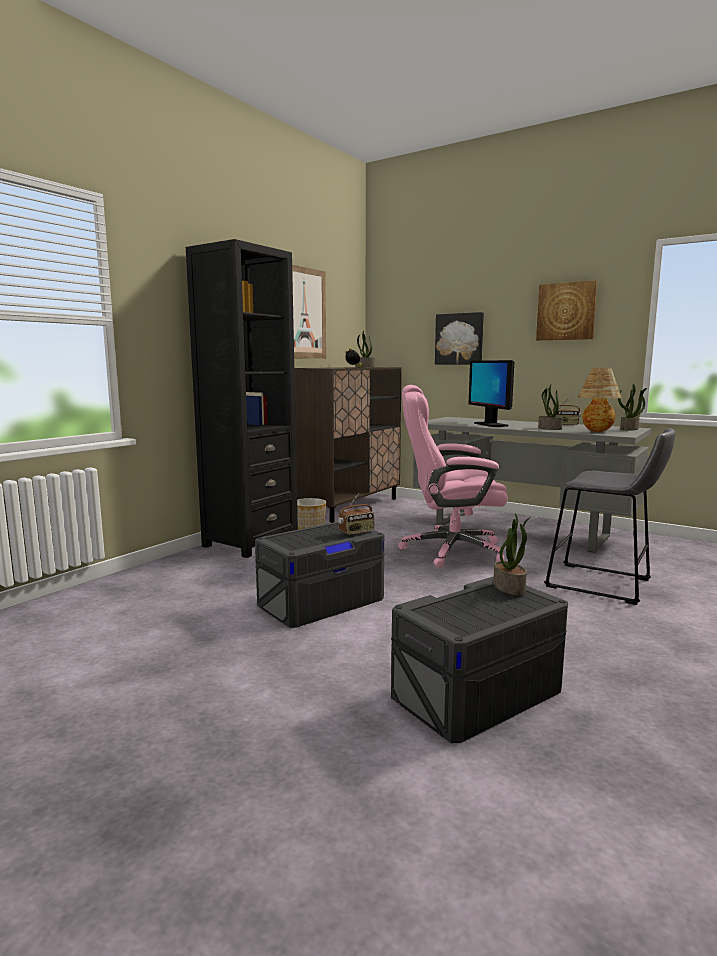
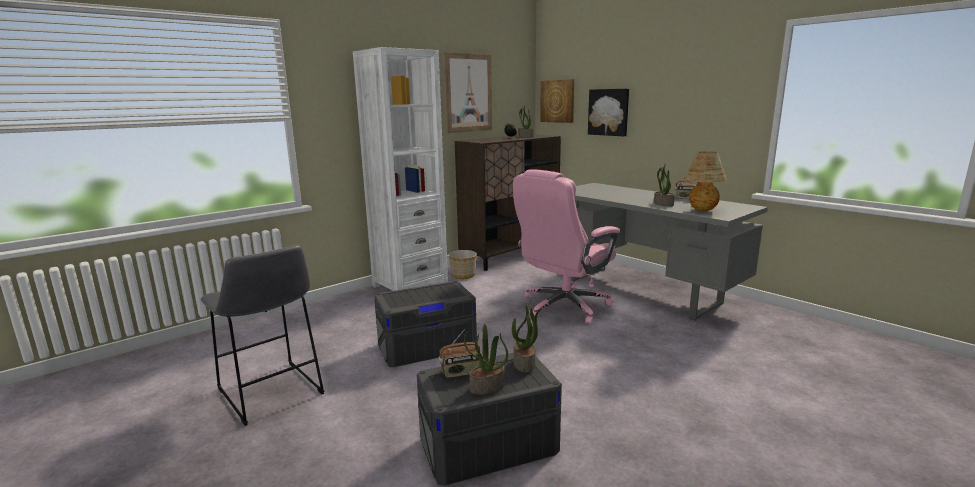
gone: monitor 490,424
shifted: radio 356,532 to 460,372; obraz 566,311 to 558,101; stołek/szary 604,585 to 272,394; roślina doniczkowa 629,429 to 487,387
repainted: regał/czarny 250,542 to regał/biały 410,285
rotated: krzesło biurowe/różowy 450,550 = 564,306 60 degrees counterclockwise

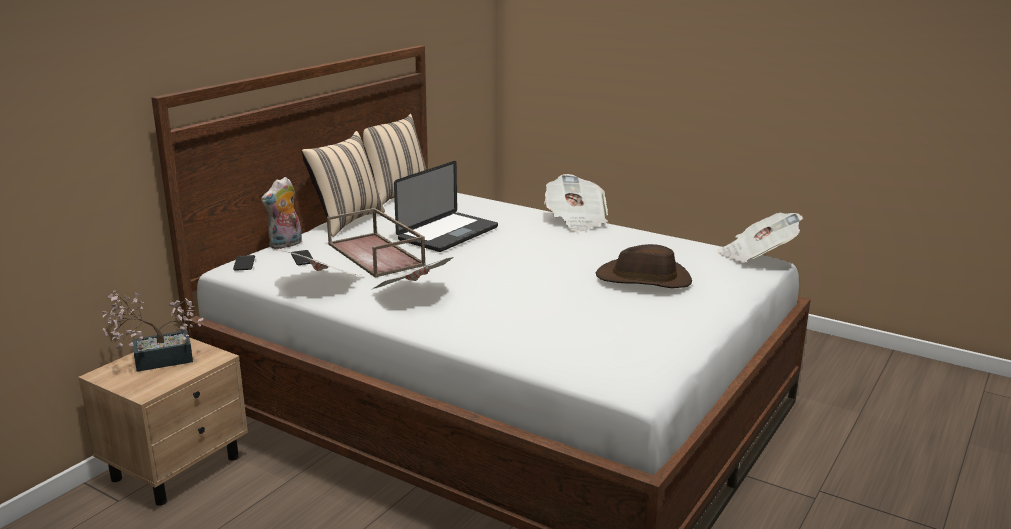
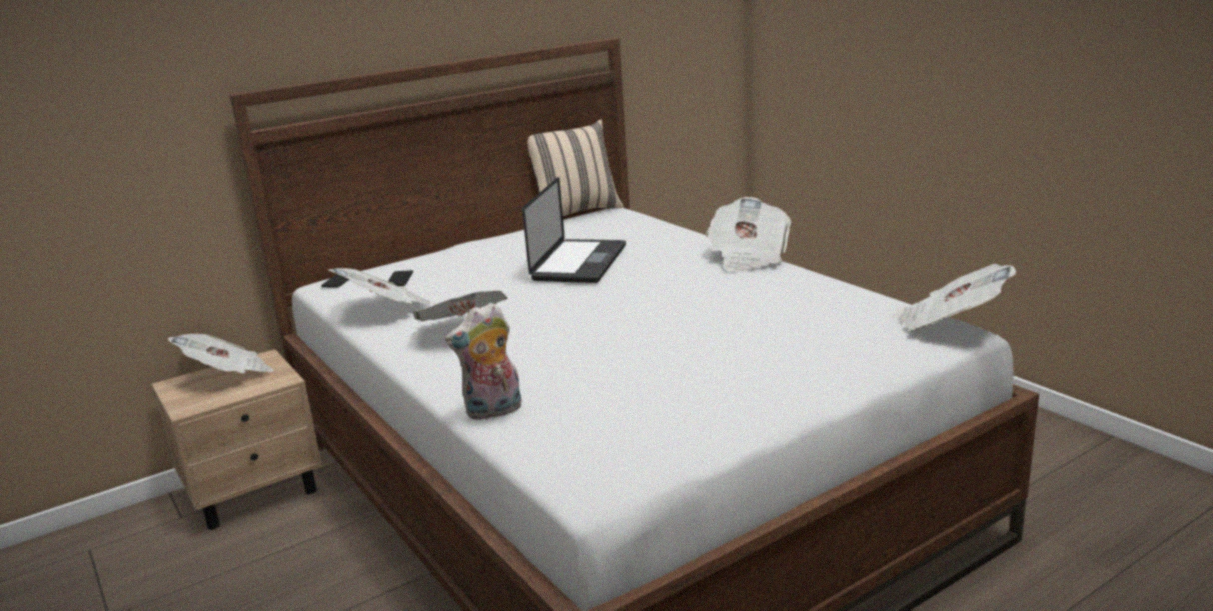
gone: poduszka/beżowy 346,221; taca/brązowy 377,255; kapelusz/brązowy 644,279
shifted: pluszak 286,245 to 493,412
swapped: roślina doniczkowa 155,360 to gazeta 228,375
rotated: laptop 448,234 = 579,263 45 degrees counterclockwise

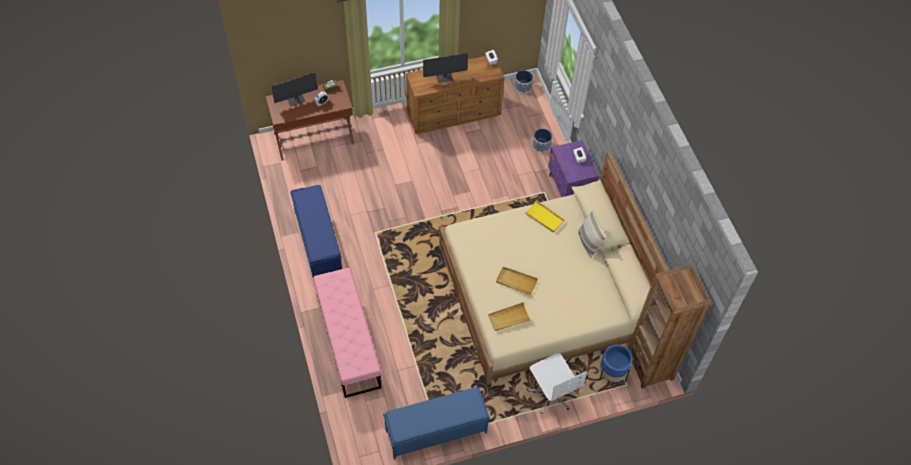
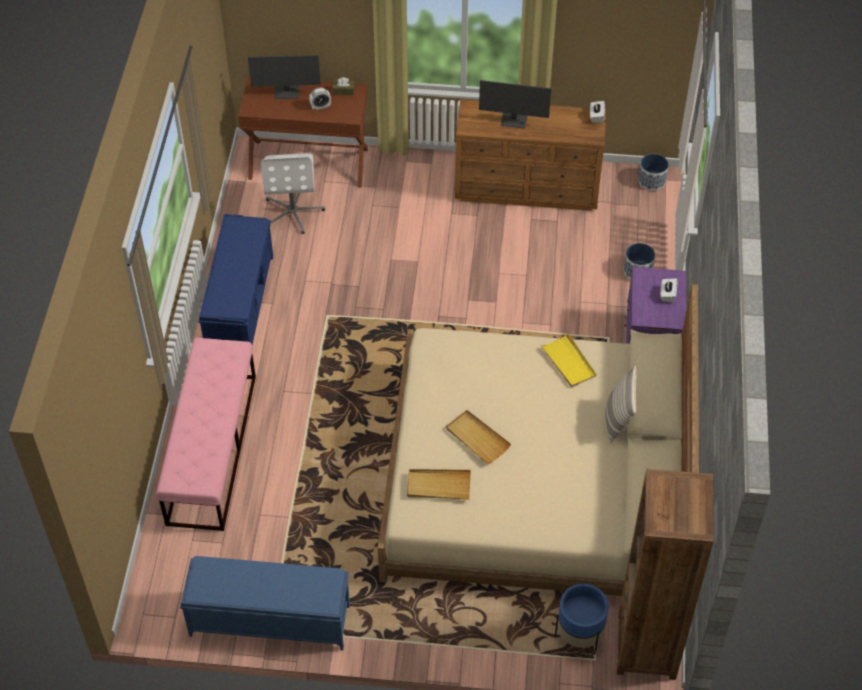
shifted: krzesło biurowe/biały 551,393 to 293,212

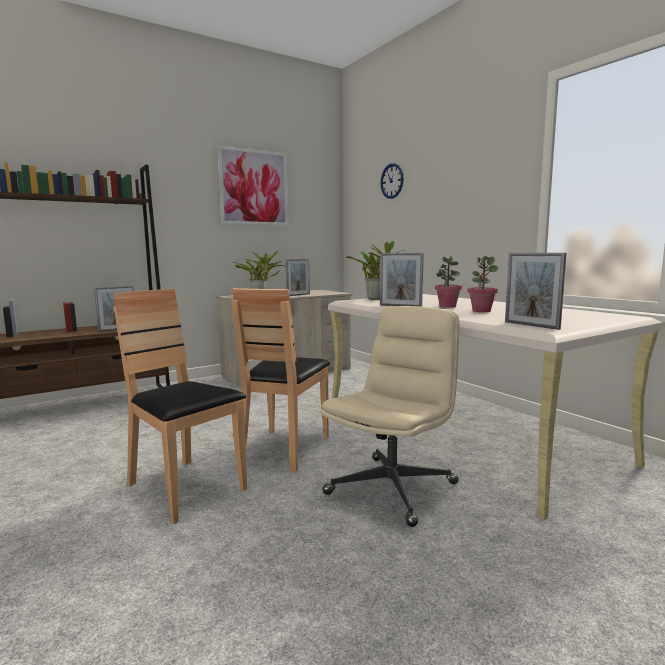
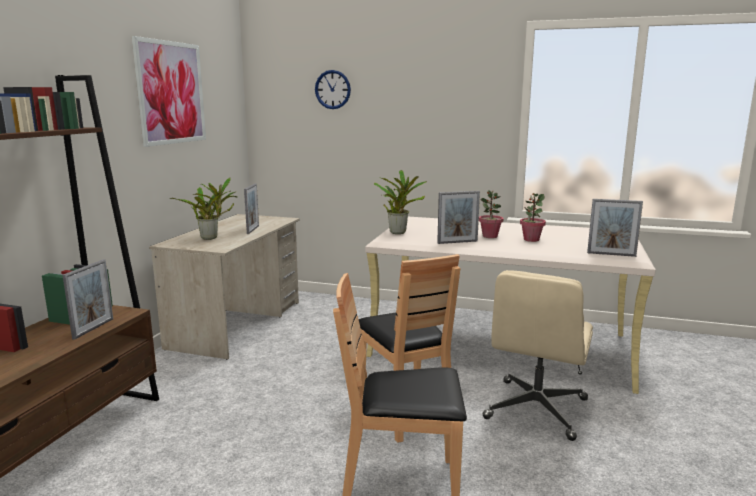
rotated: krzesło biurowe/beżowy 392,488 = 536,410 150 degrees counterclockwise

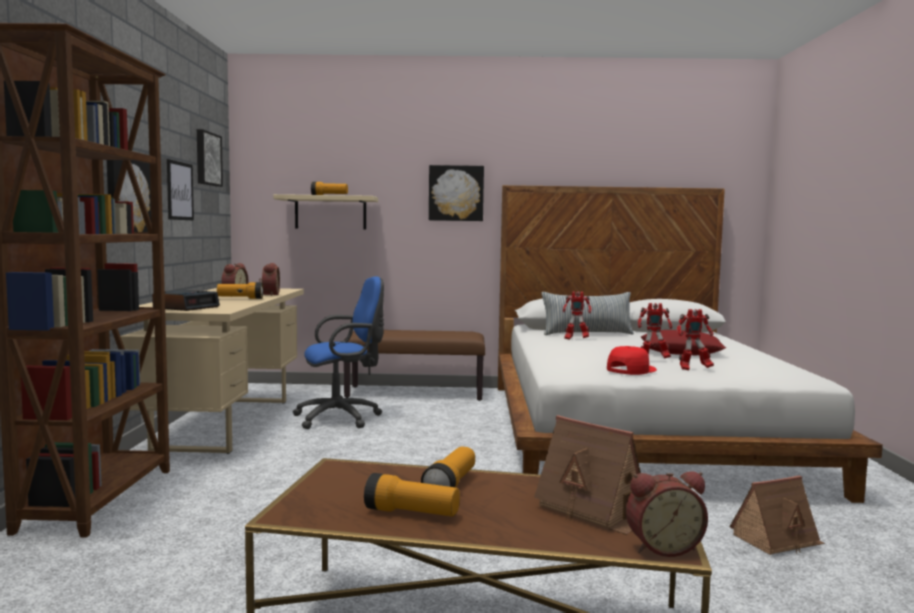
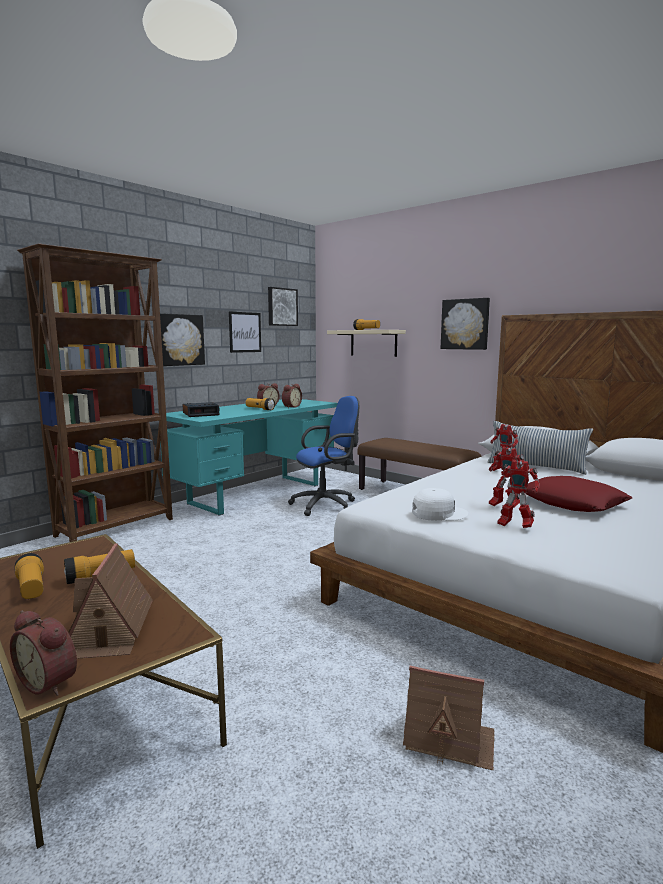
repainted: biurko/beżowy 225,423 to biurko/turkusowy 256,494; czapka z daszkiem/czerwony 630,369 to czapka z daszkiem/biały 438,513
rotated: krzesło biurowe/niebieski 342,418 = 327,505 45 degrees counterclockwise

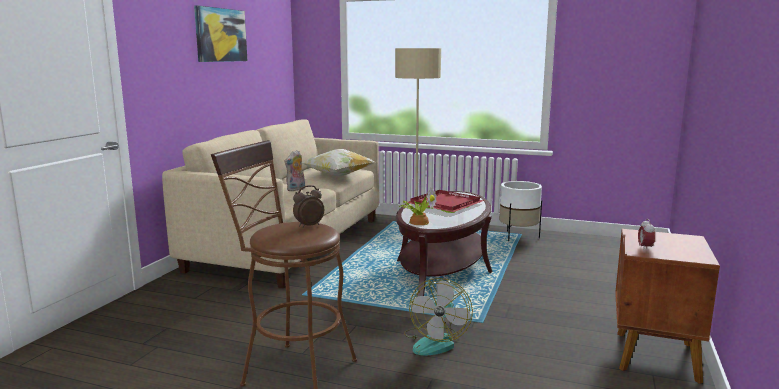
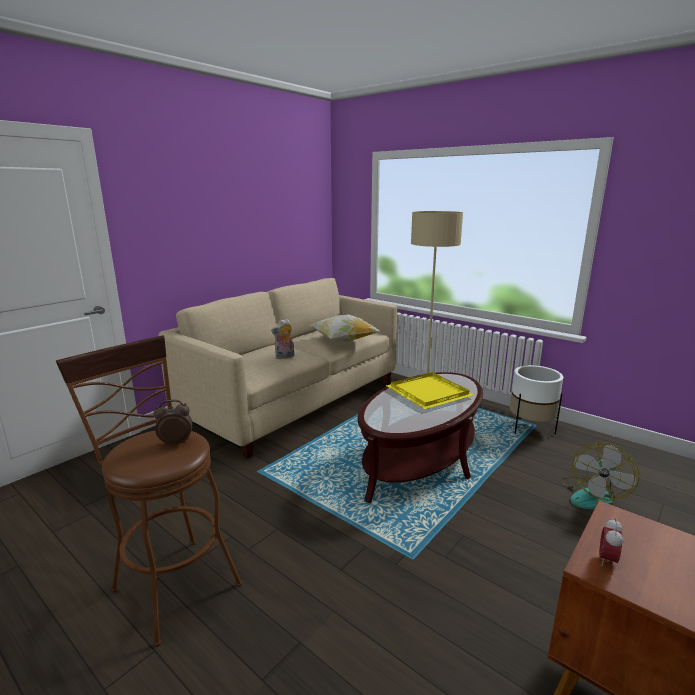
gone: obraz 220,35; roślina doniczkowa 418,222
shifted: wentylator 435,341 to 592,495
repainted: taca/czerwony 444,203 to taca/żółty 429,392

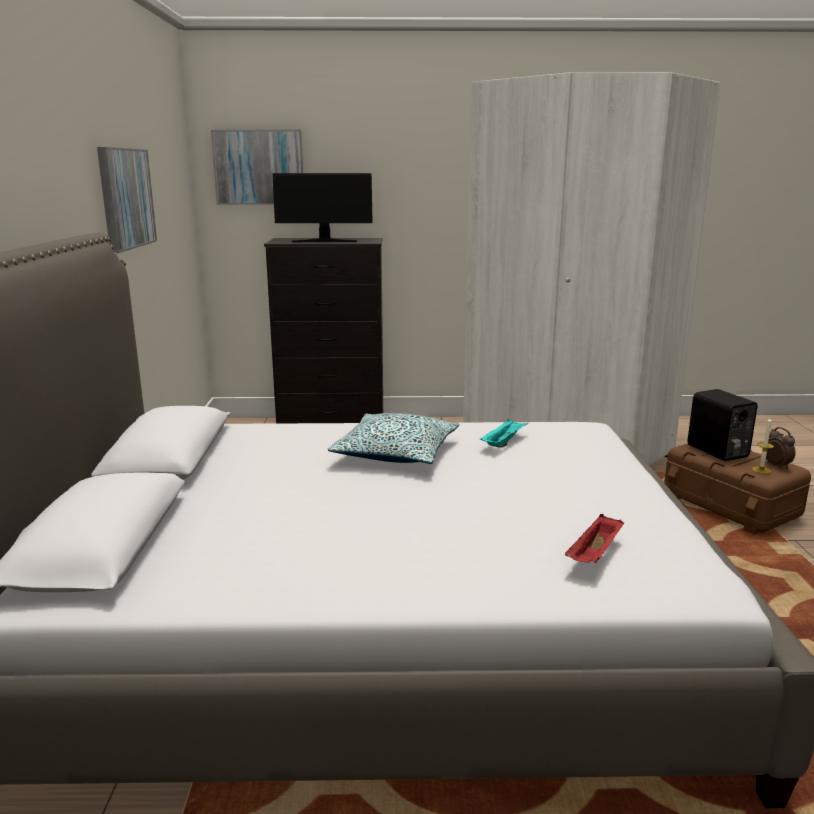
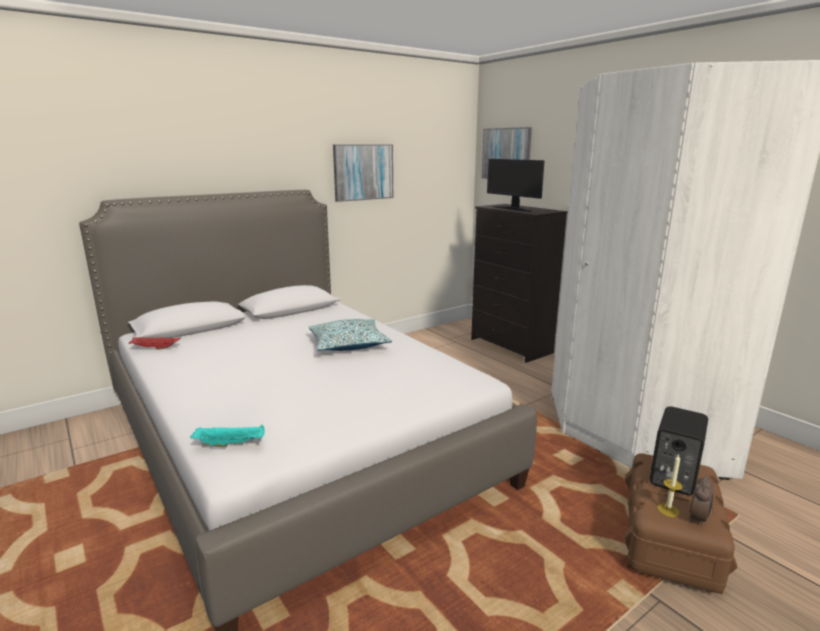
shifted: taca/turkusowy 503,442 to 231,444; taca/czerwony 595,555 to 154,348

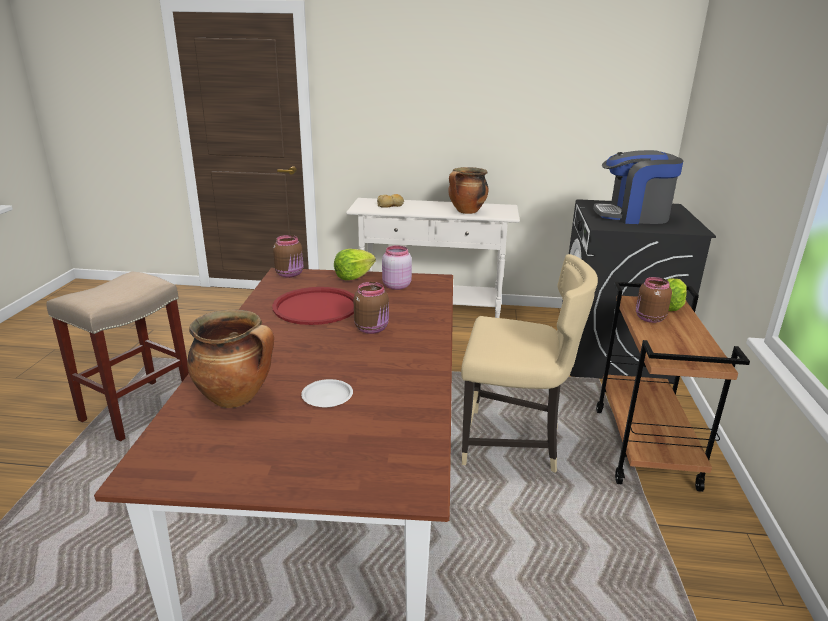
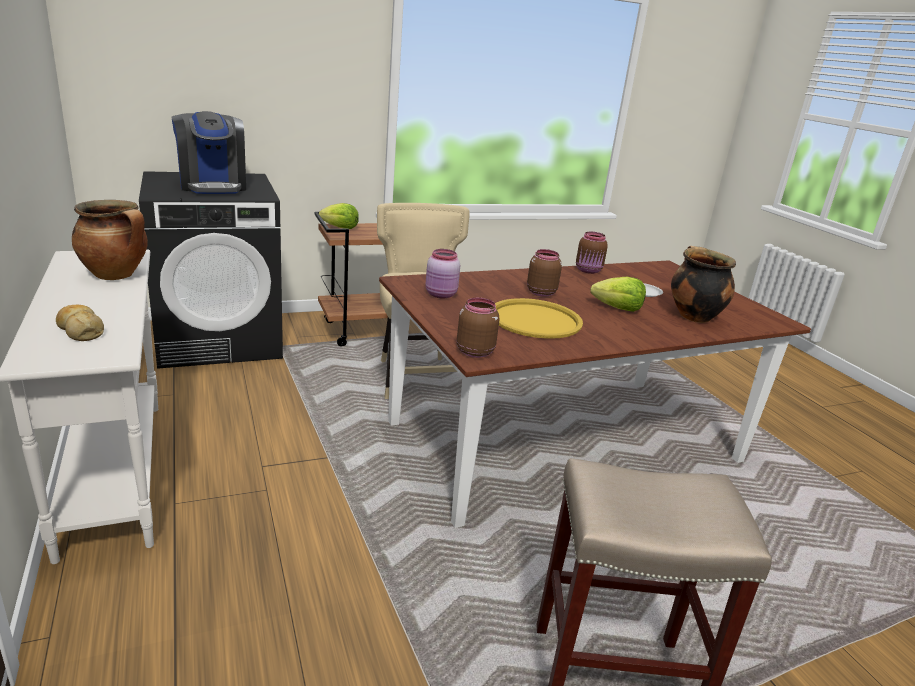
shifted: sałata 353,276 to 618,308; słoik/brązowy 649,318 to 589,271
repainted: taca/czerwony 316,307 to taca/żółty 535,320

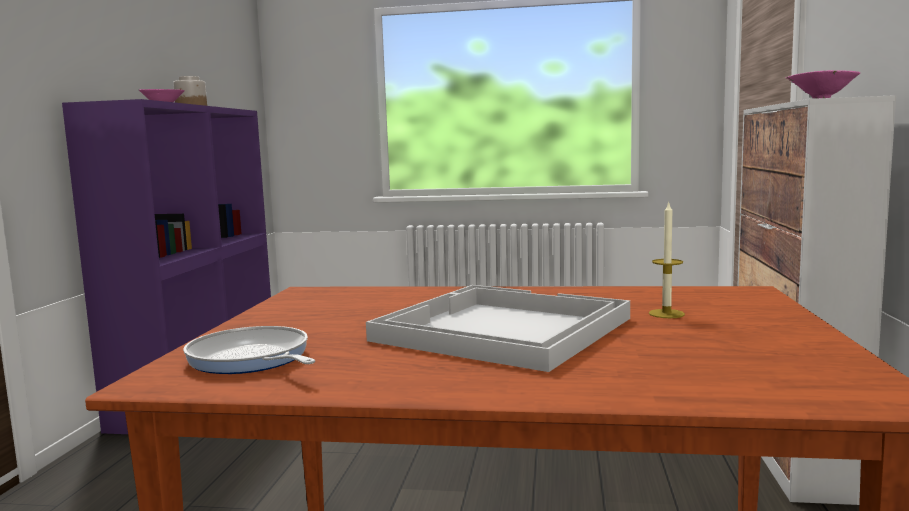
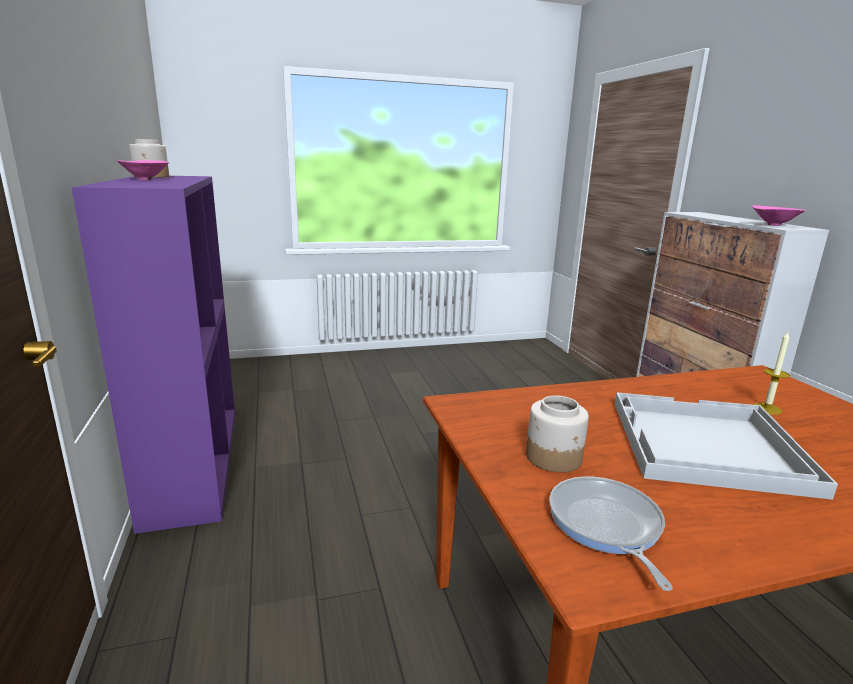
new: słoik 554,457
rotated: patelnia 251,359 = 606,526 60 degrees clockwise

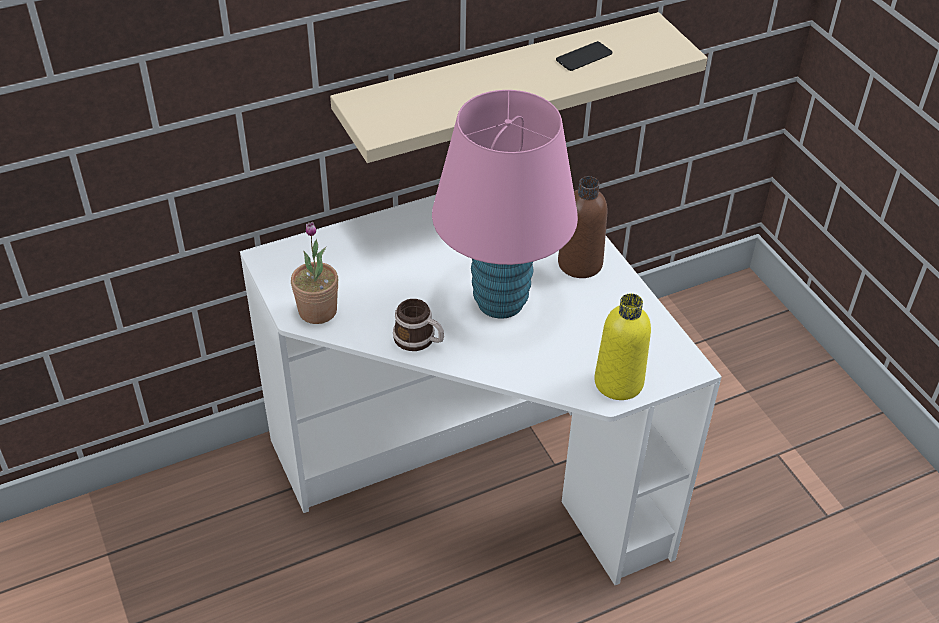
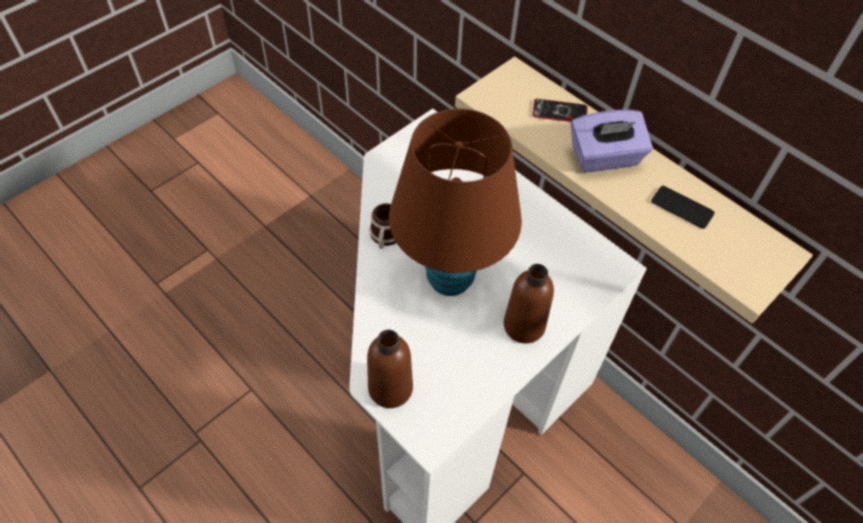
gone: roślina doniczkowa 317,311
new: telefon 559,112; pudełko chusteczek/fioletowy 605,157
repainted: lampa stołowa/różowy 500,302 to lampa stołowa/brązowy 449,279; butelka/żółty 618,382 to butelka/brązowy 390,388

